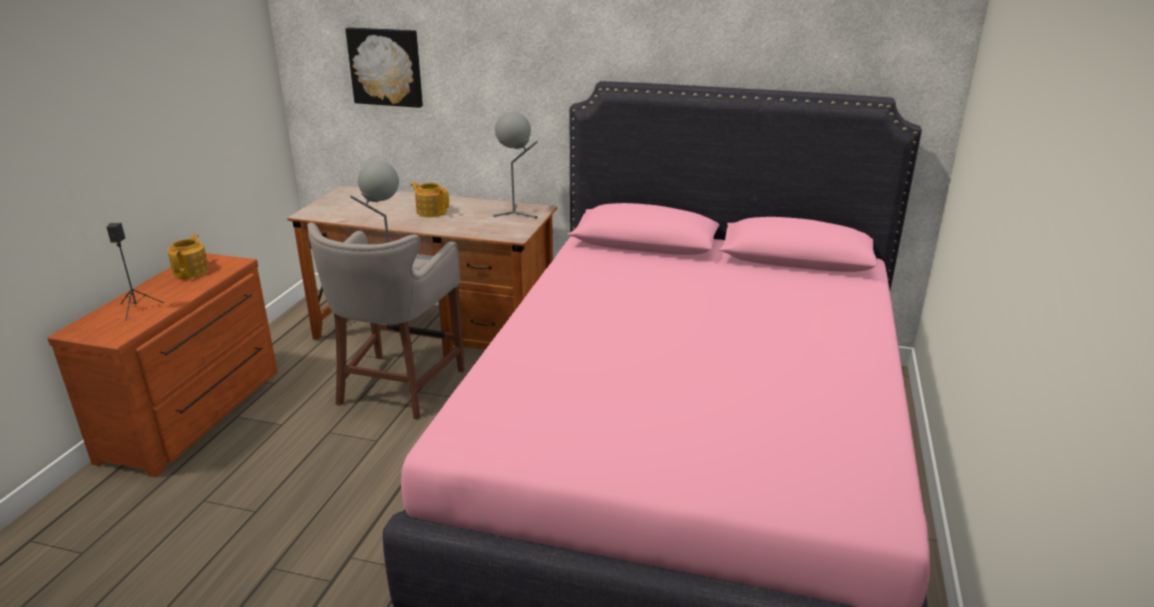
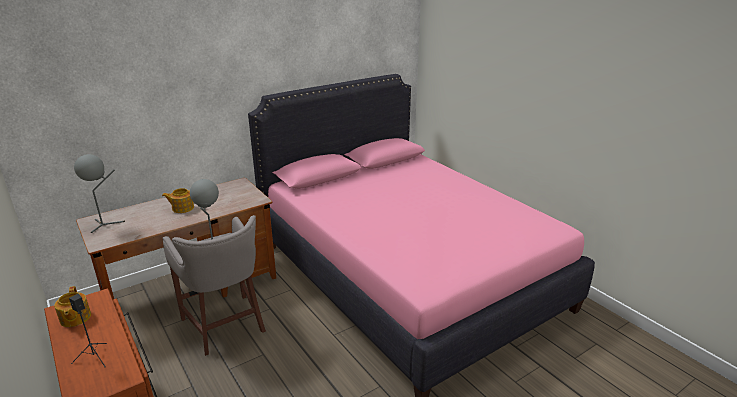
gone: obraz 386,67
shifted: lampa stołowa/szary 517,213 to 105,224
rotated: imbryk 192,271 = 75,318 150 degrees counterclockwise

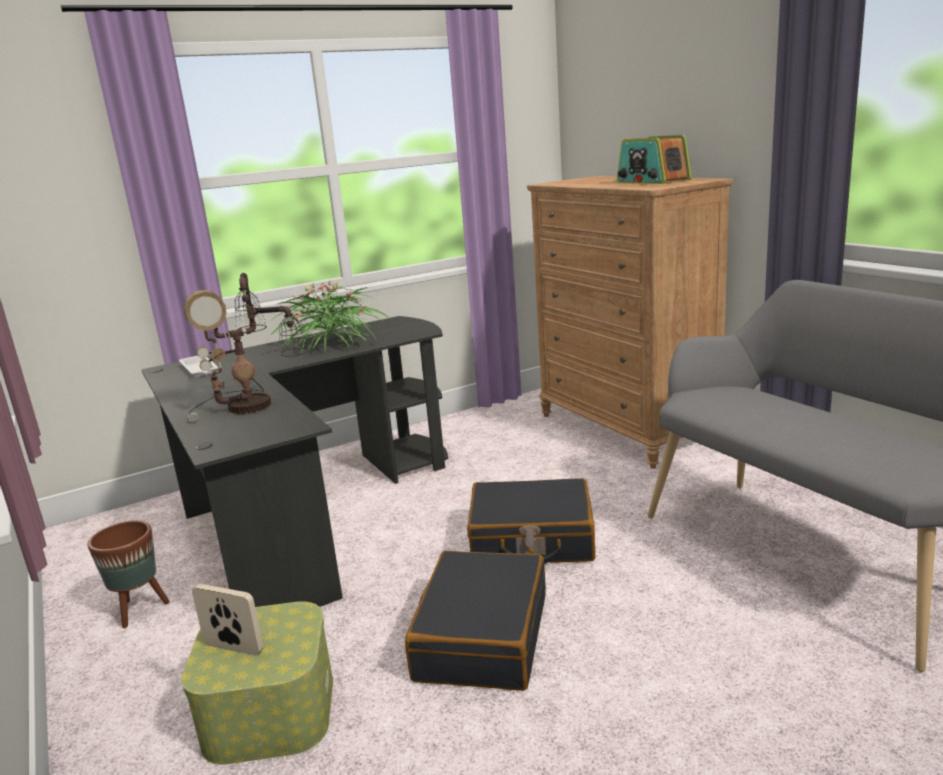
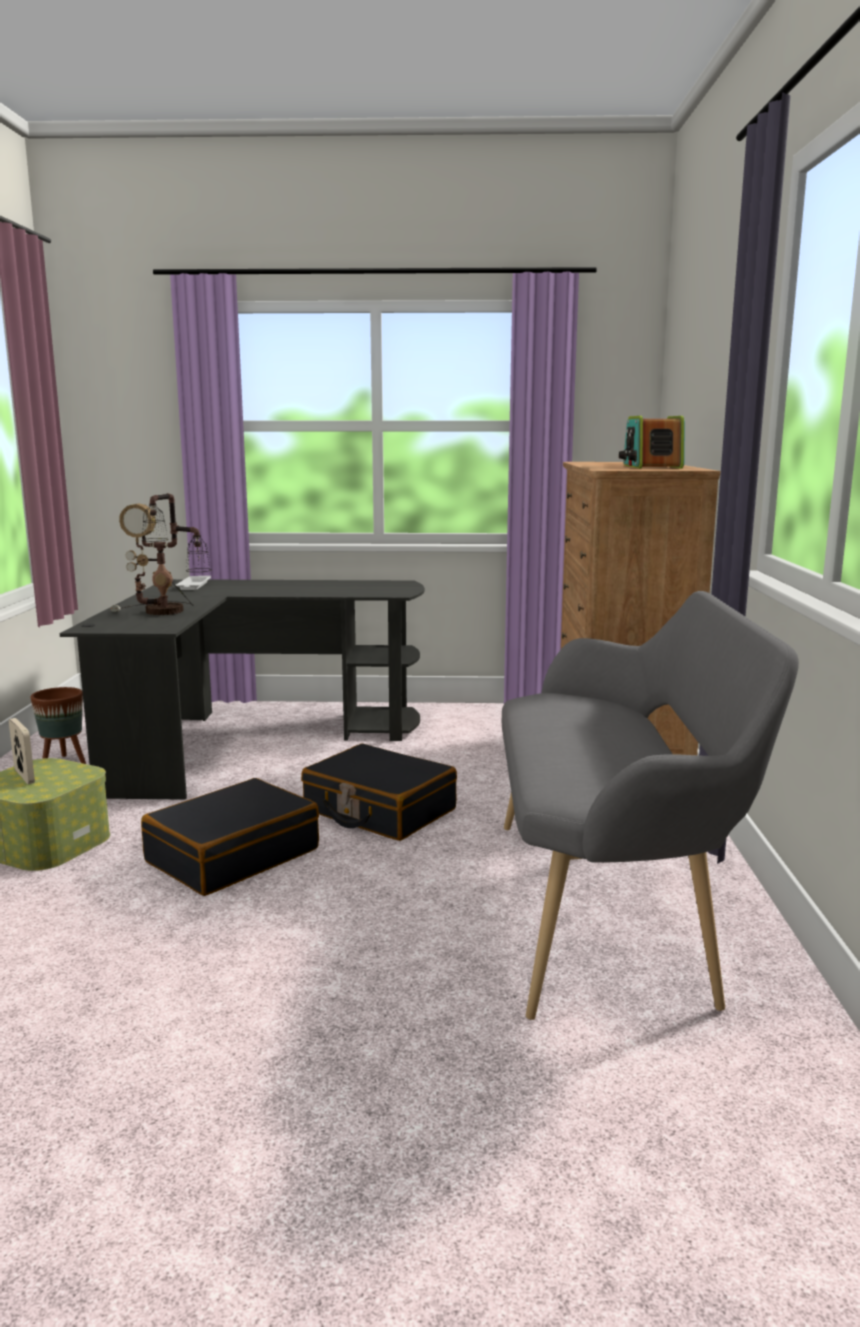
gone: roślina doniczkowa 332,344

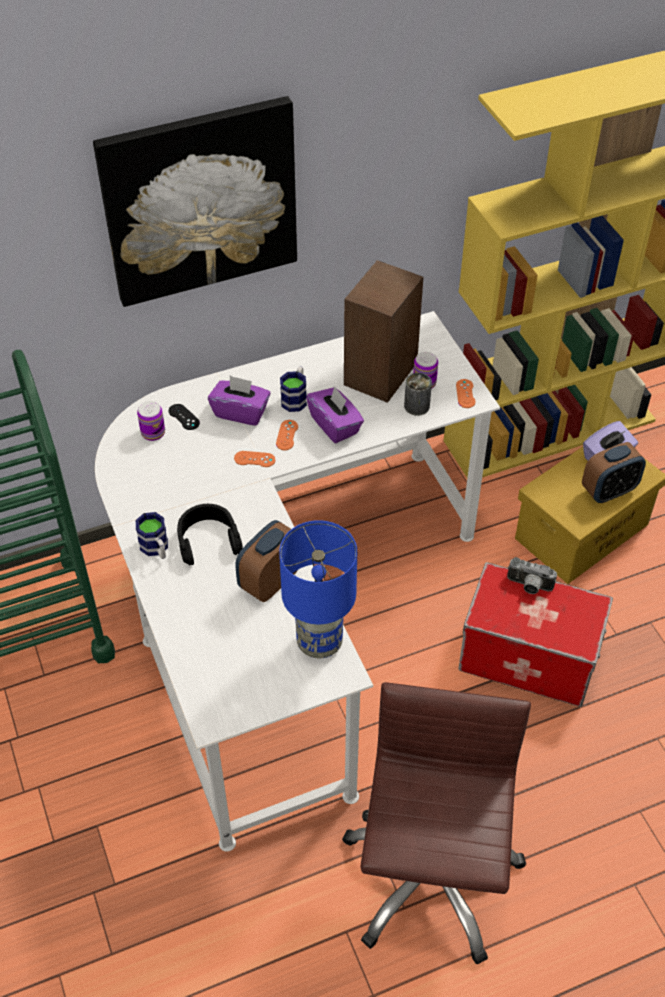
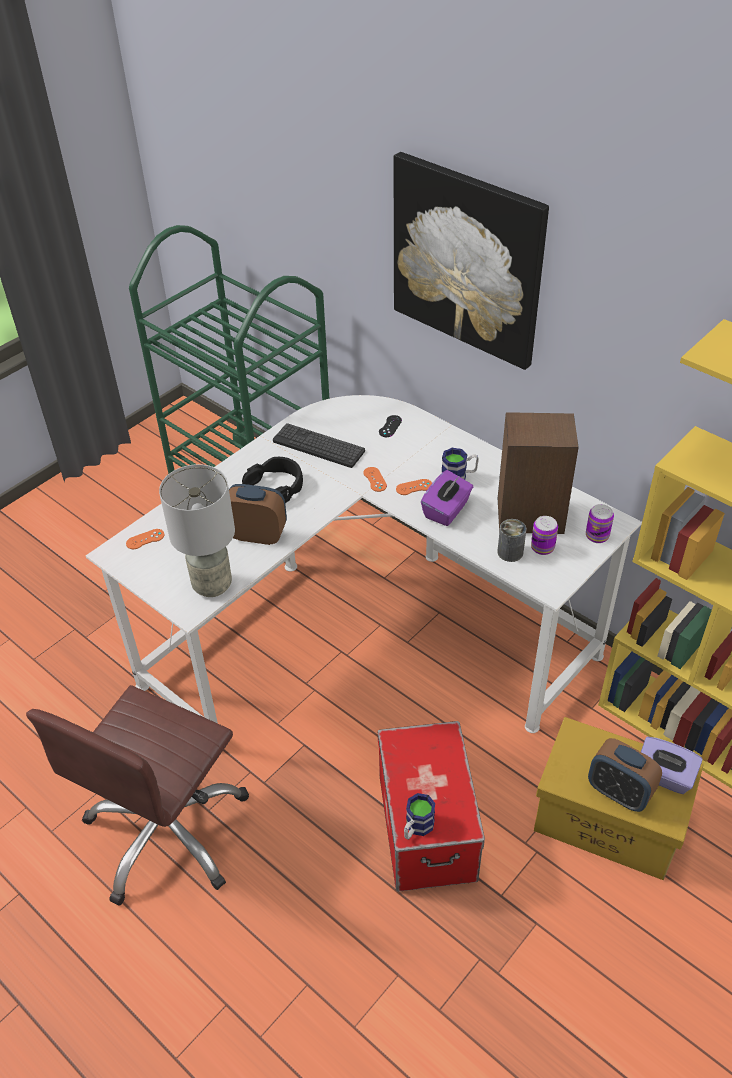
gone: pudełko chusteczek/fioletowy 241,412; aparat fotograficzny 528,586
new: klawiatura 318,446
shifted: kubek 156,549 to 416,828; puszka 153,433 to 597,536; pad do gier/pomarańczowy 465,394 to 145,539
repainted: lampa stołowa/niebieski 320,642 to lampa stołowa/szary 213,585
rotated: krzesło biurowe/brązowy 429,876 = 168,831 135 degrees clockwise

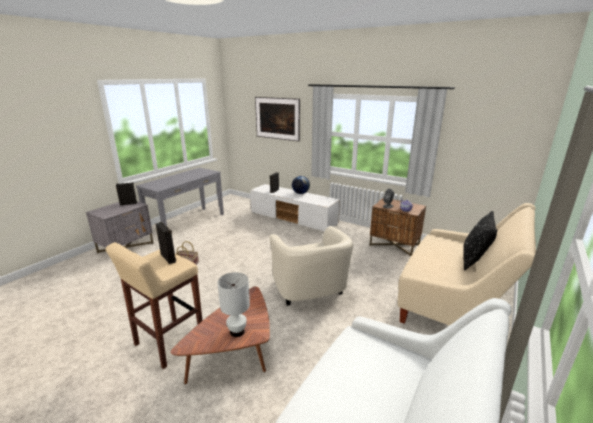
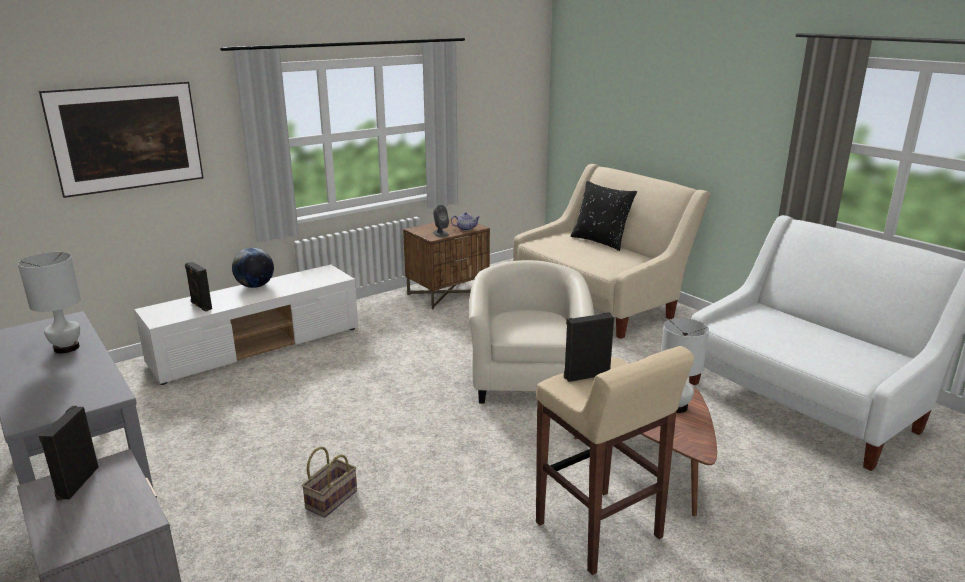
new: lampa stołowa/biały 66,348
rotated: fotel/beżowy 310,292 = 528,380 90 degrees counterclockwise

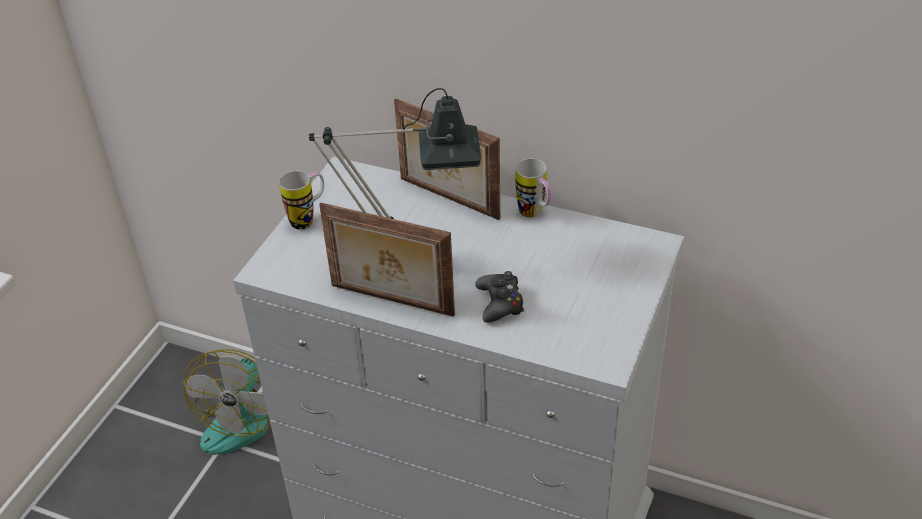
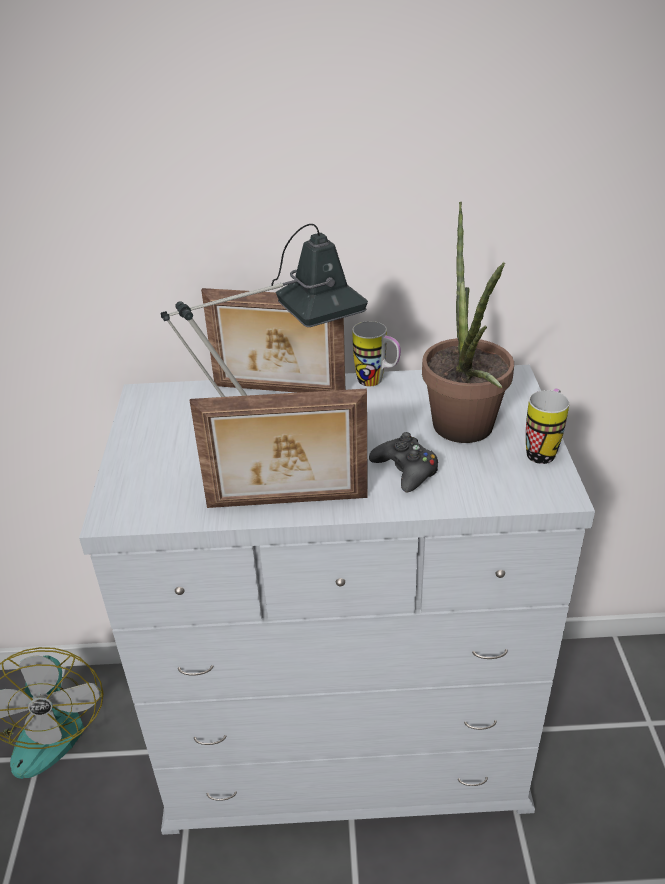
new: roślina doniczkowa 464,434
shifted: kubek 308,219 to 543,450

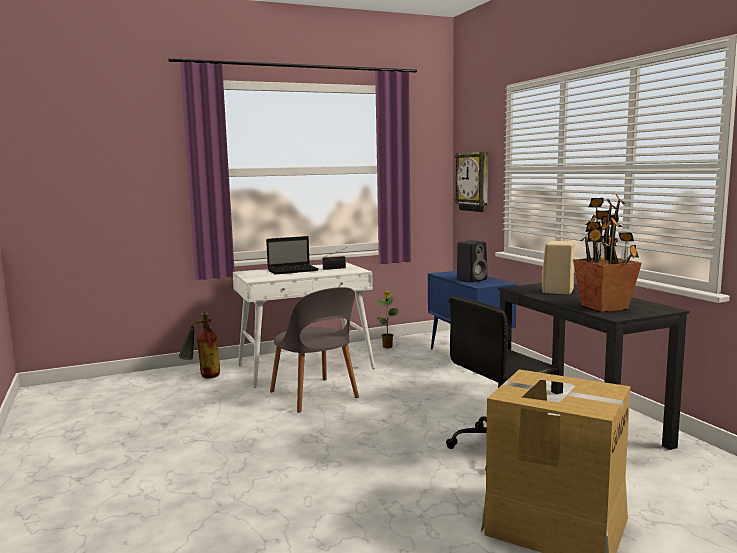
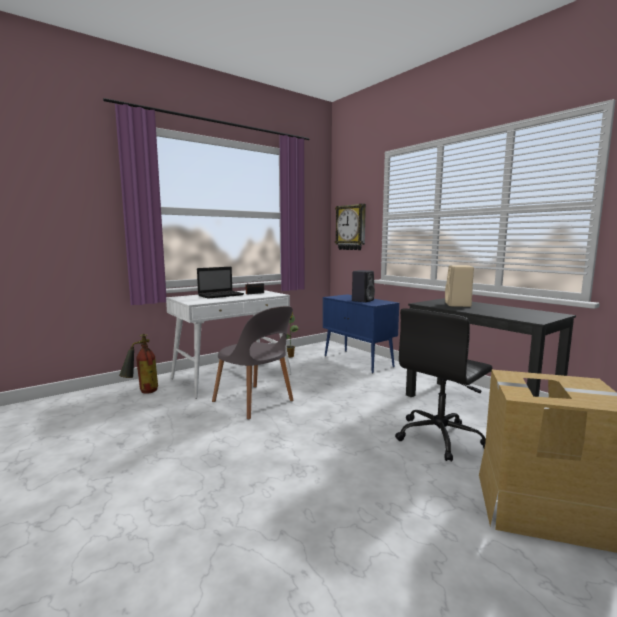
gone: roślina doniczkowa 604,307

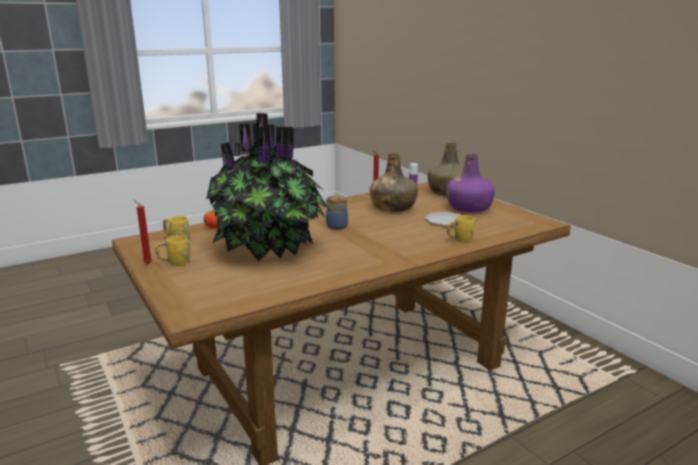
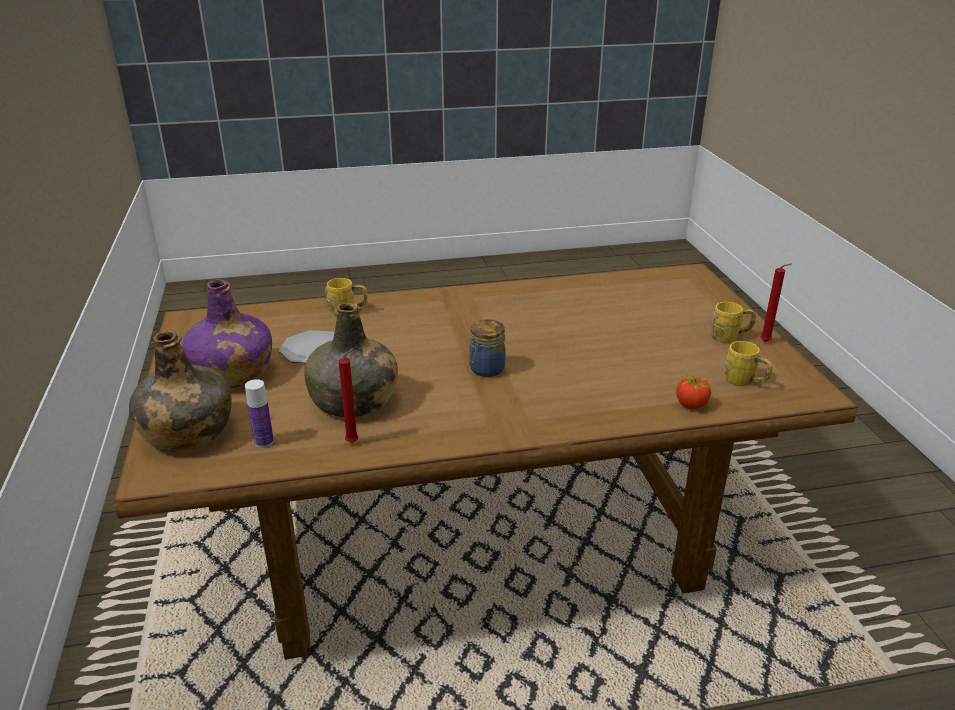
gone: roślina doniczkowa 270,250

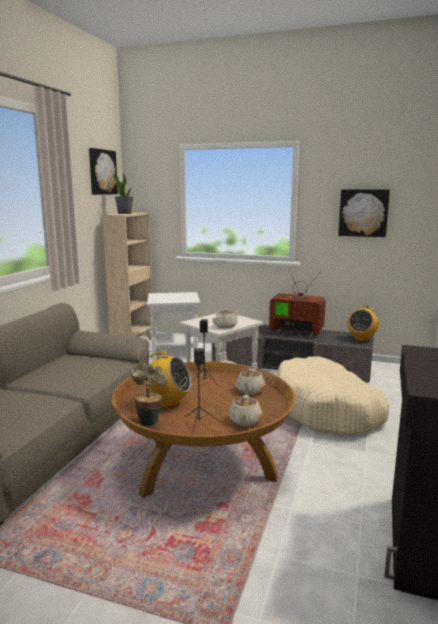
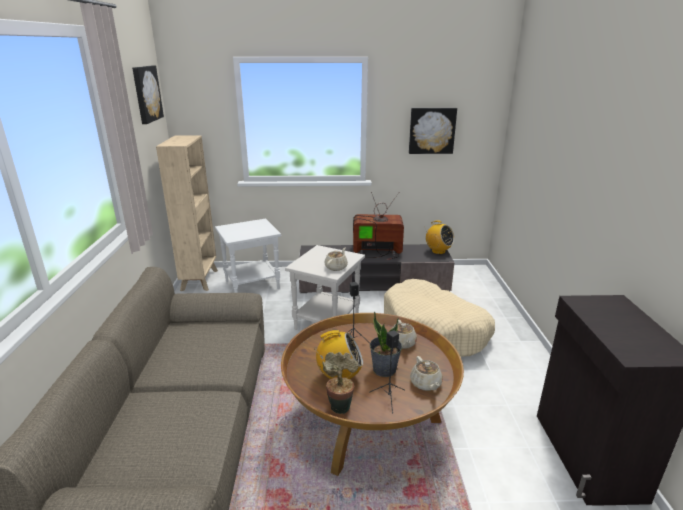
shifted: roślina doniczkowa 124,213 to 384,369
rotated: radio 361,338 = 438,251 60 degrees counterclockwise

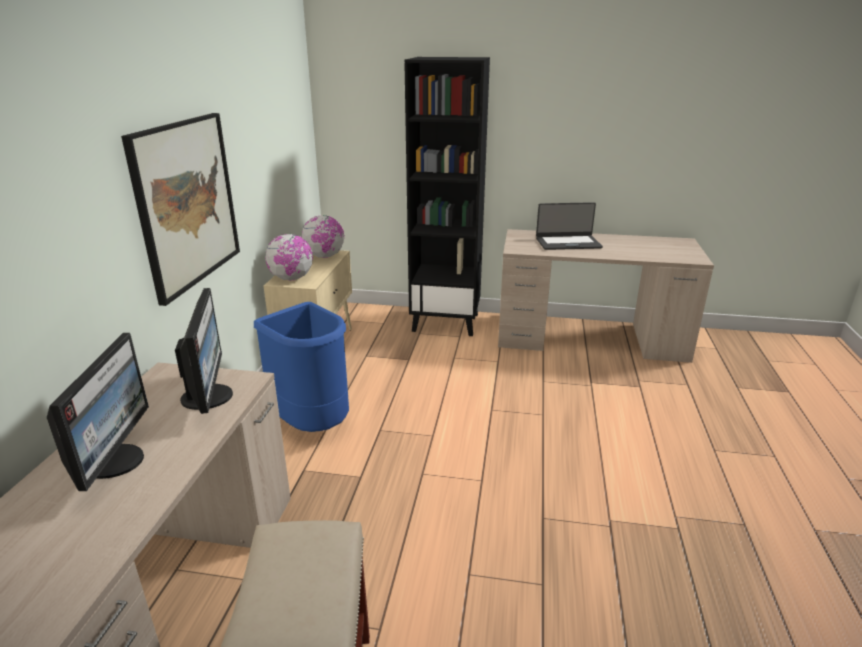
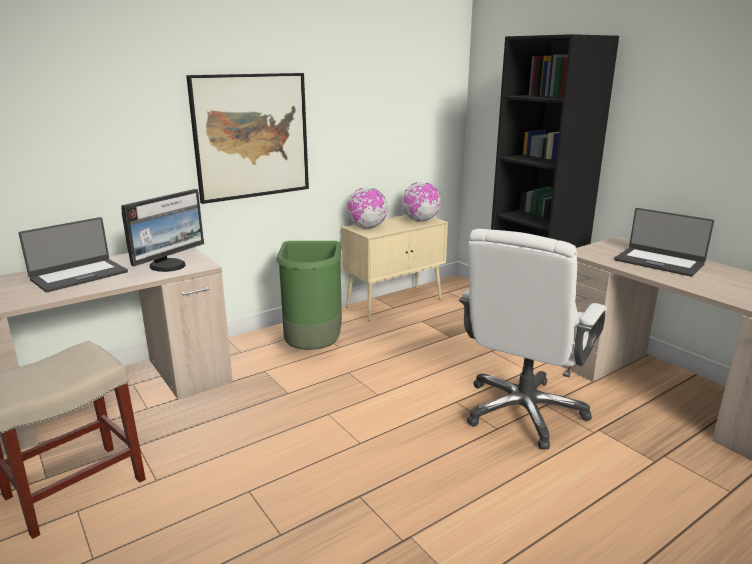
new: krzesło biurowe/biały 523,411
swapped: monitor 115,461 to laptop 79,275
repainted: kosz na śmieci/niebieski 313,424 to kosz na śmieci/zielony 314,348

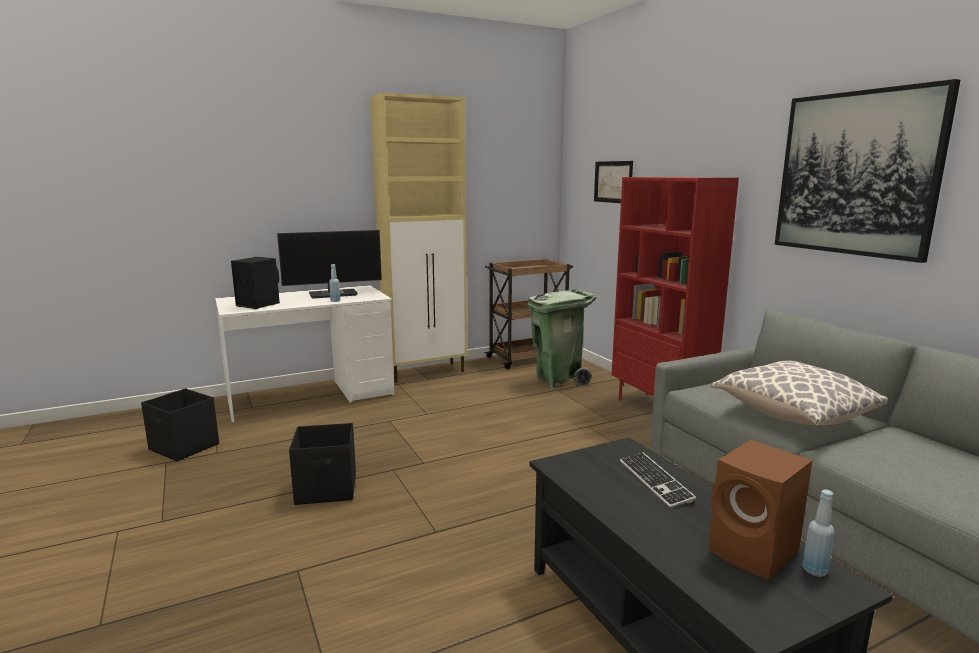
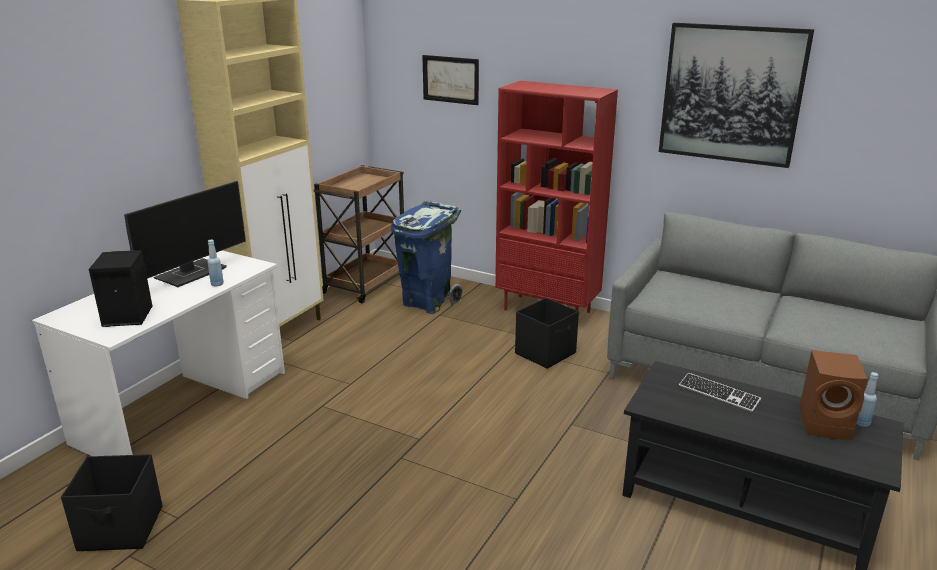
gone: poduszka 792,415
shifted: pojemnik do przechowywania/czarny 327,489 to 546,353
repainted: kosz na śmieci/zielony 558,380 to kosz na śmieci/niebieski 428,302

